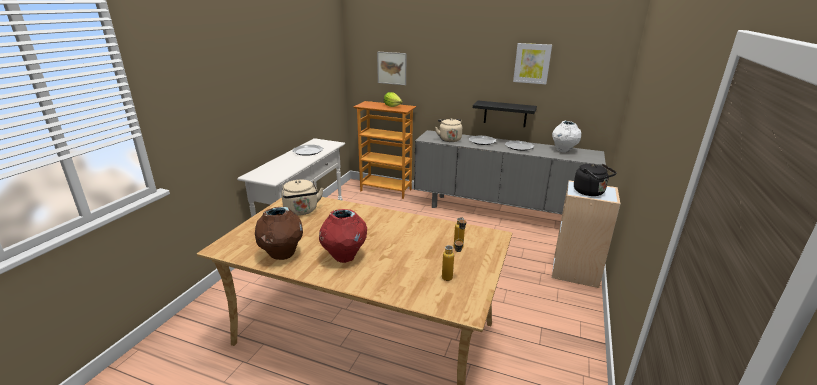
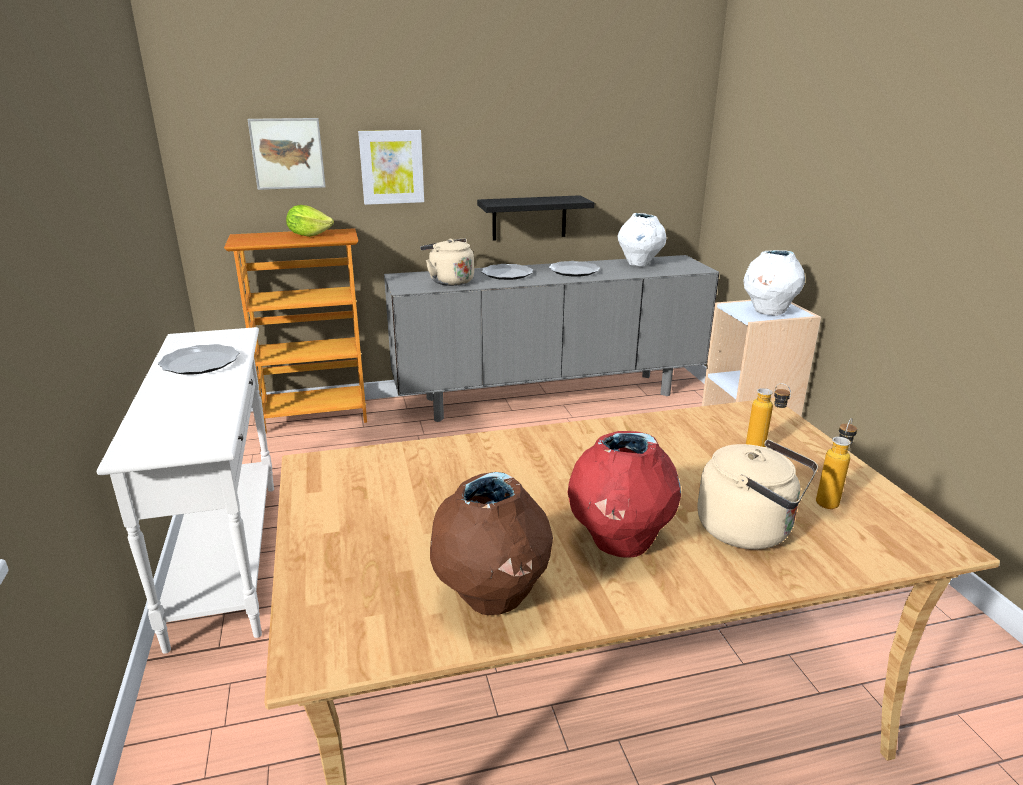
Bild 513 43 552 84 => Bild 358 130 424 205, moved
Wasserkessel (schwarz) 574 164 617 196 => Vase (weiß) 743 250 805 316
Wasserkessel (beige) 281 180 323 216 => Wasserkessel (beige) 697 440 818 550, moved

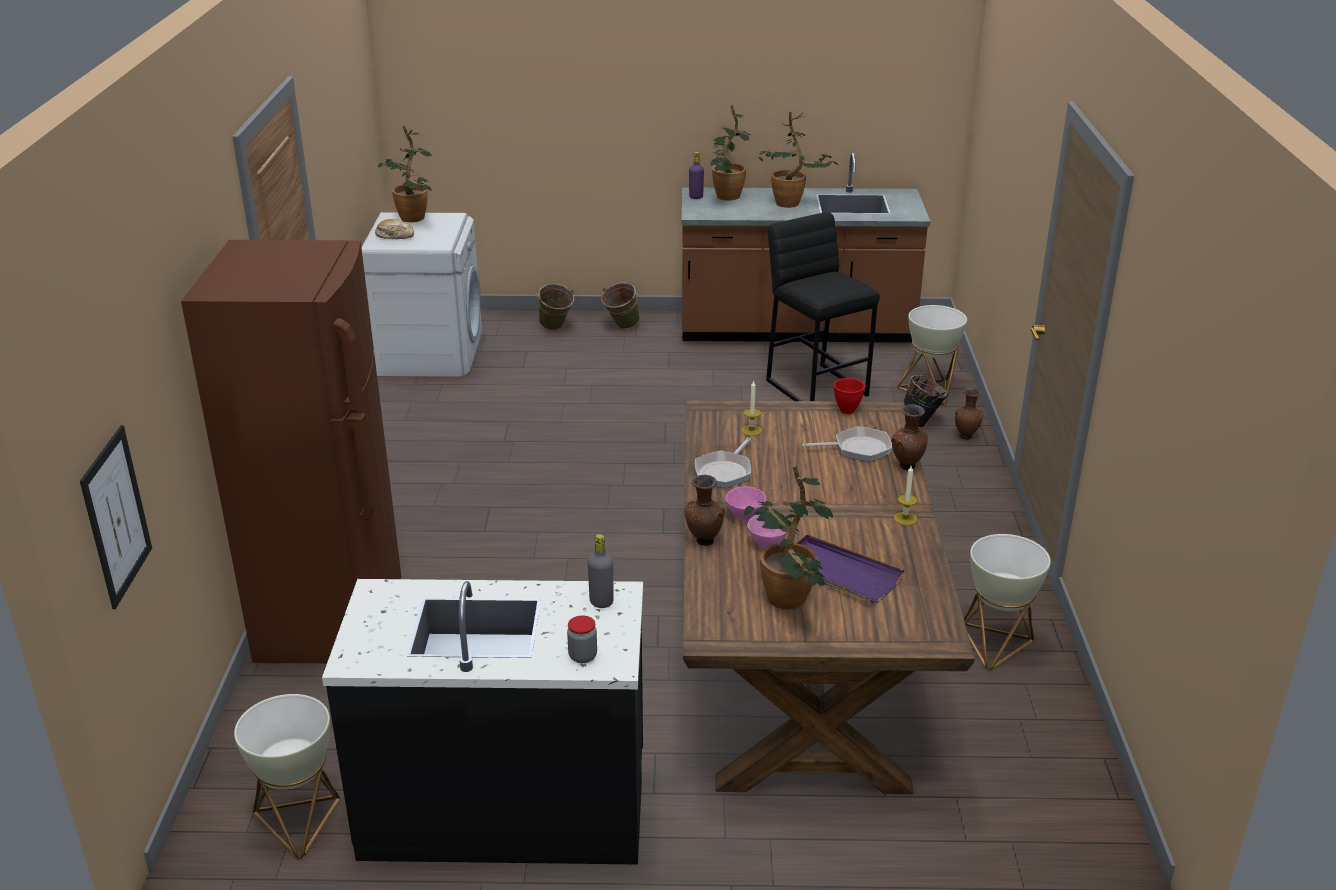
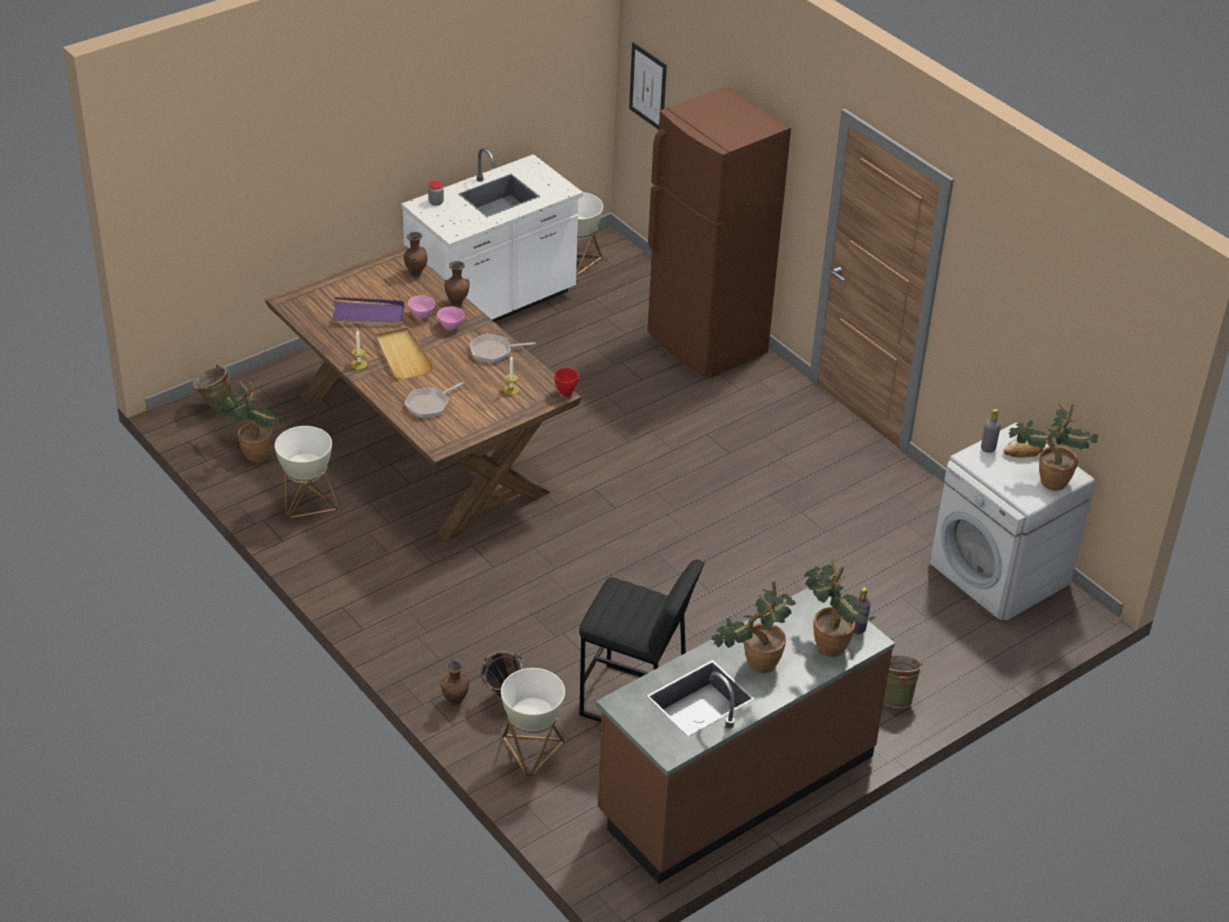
Eimer (grün) 536 284 574 330 => Eimer (grün) 193 364 236 415, moved
Schüssel (rot) 834 378 865 414 => Schüssel (rot) 554 367 579 396, moved
Vase (braun) 891 404 928 470 => Vase (braun) 404 232 428 277, moved
Pfanne 695 438 751 488 => Pfanne 470 333 536 363, 90 degrees counterclockwise
Topfpflanze 744 465 833 610 => Topfpflanze 217 381 287 463, moved
Flasche (grau) 588 534 613 608 => Flasche (grau) 981 409 1001 453, moved
Küchenzeile (schwarz) 322 579 643 865 => Küchenzeile (weiß) 401 148 583 322
nothing => Tablett (beige) 375 327 433 379

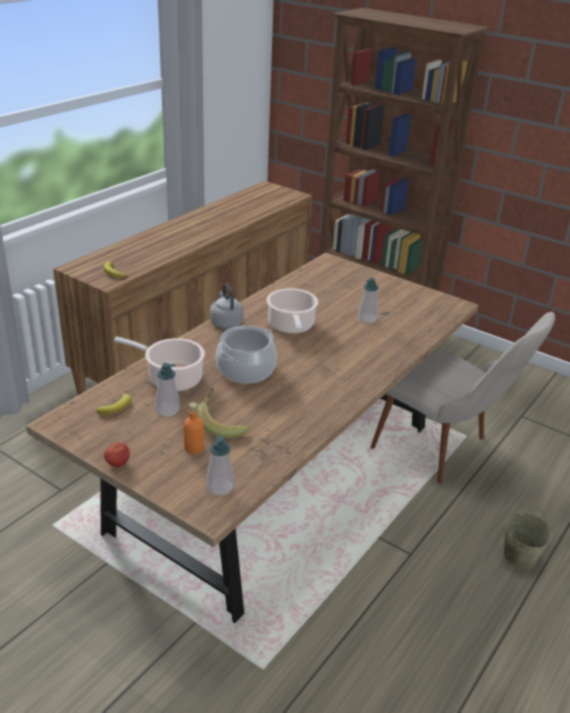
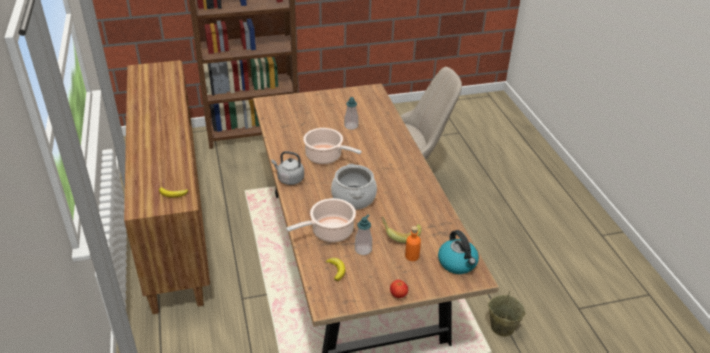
Seifenspender 207 436 234 495 => Wasserkessel 438 230 479 274
Eimer (beige) 504 508 552 569 => Eimer (beige) 488 291 526 337, moved

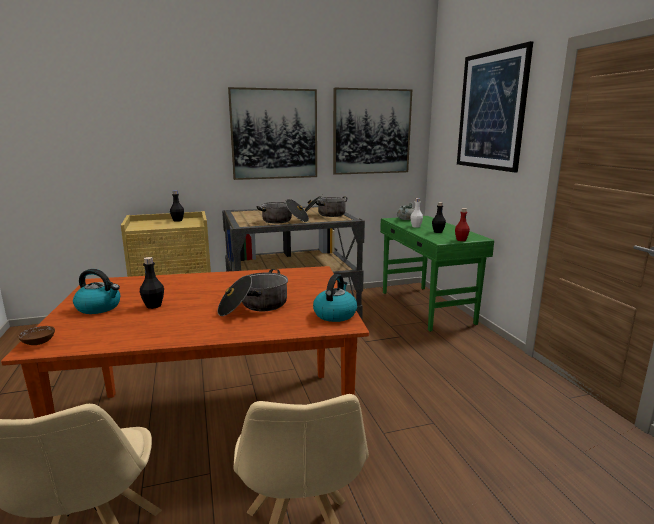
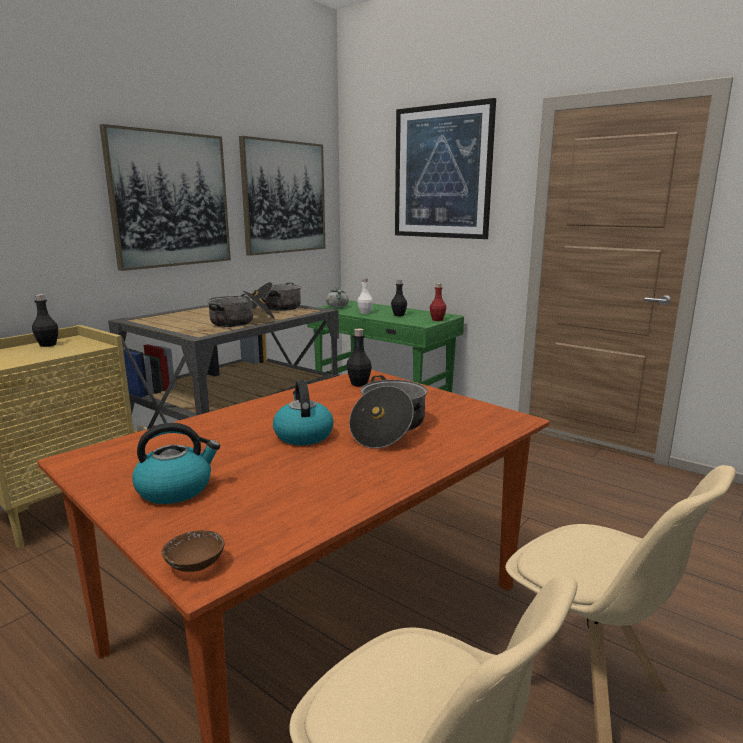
Flasche (schwarz) 140 257 164 309 => Flasche (schwarz) 347 329 372 386, moved
Wasserkessel 313 274 357 322 => Wasserkessel 273 380 334 445, moved

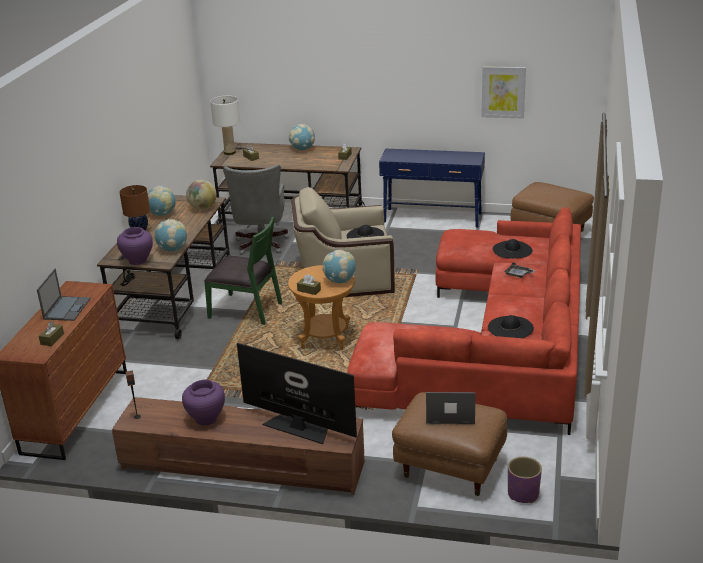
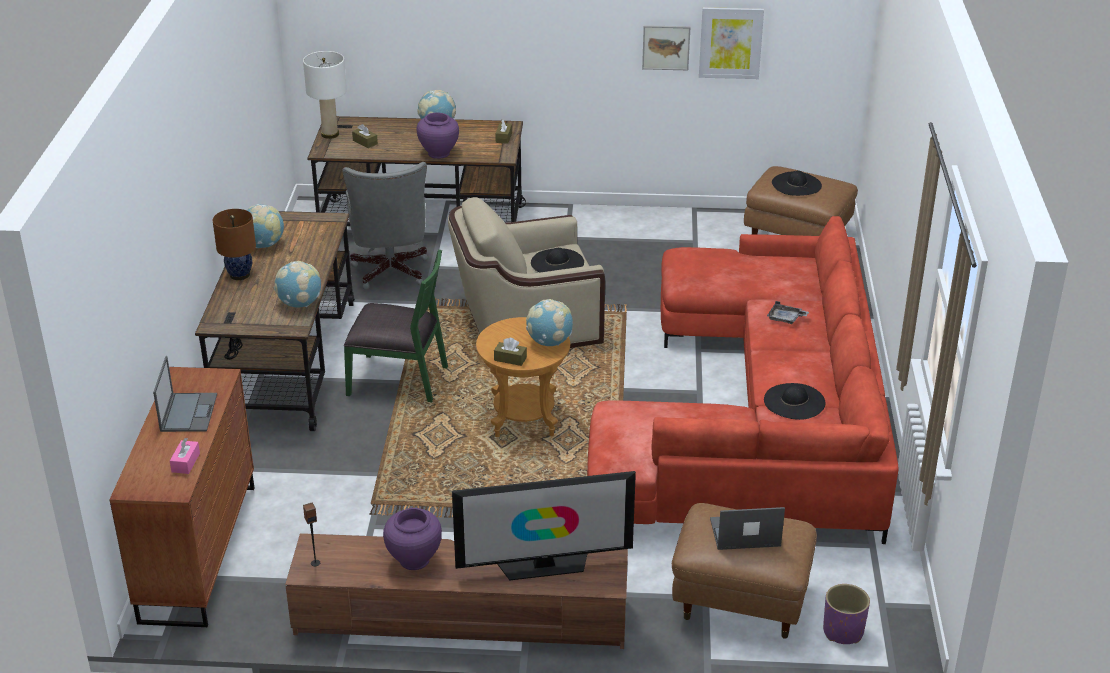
Konsolentisch (blau) 379 149 485 228 => nothing
Globus 186 180 217 210 => nothing
Vase (lila) 117 227 153 265 => Vase (lila) 417 113 459 159, moved
Hut (schwarz) 493 239 532 259 => Hut (schwarz) 772 171 822 196, moved
Taschentuchbox (braun) 39 321 64 346 => Taschentuchbox (rosa) 170 438 200 474
Fernseher 237 343 357 444 => Fernseher 452 471 636 580, 150 degrees clockwise
nothing => Bild 642 25 691 70

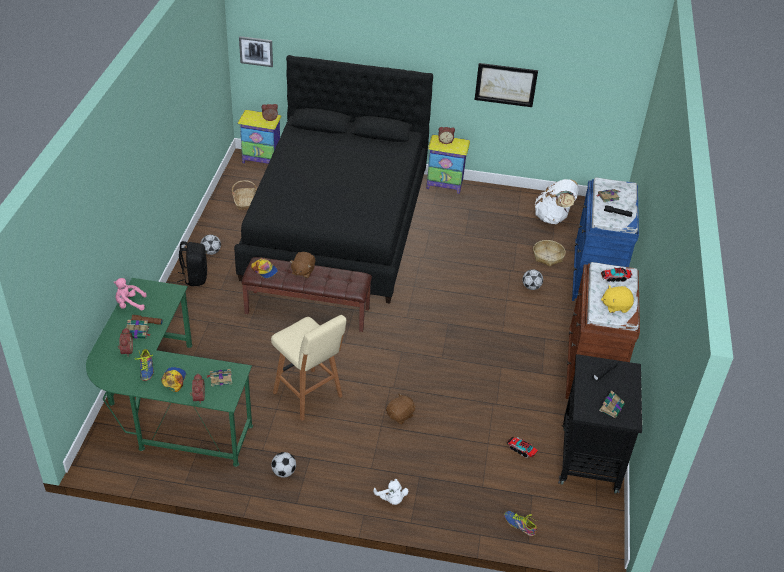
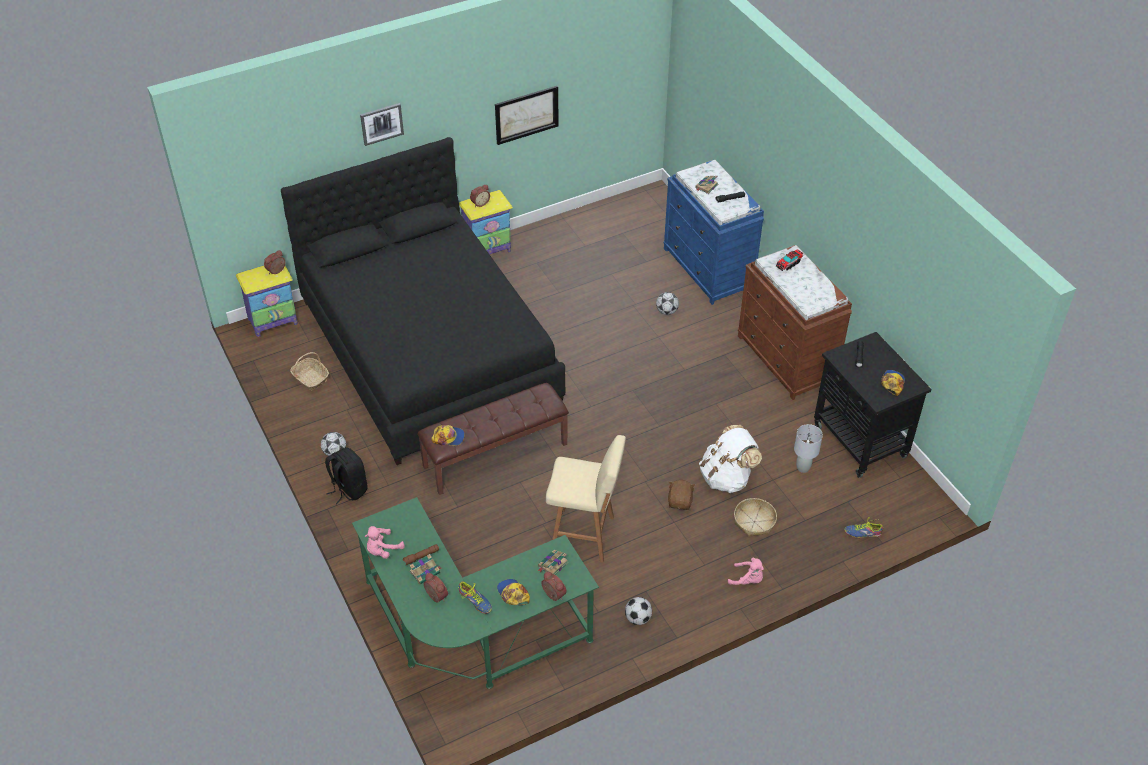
Bild 239 36 273 67 => Bild 360 103 404 146, moved
Rucksack (weiß) 535 179 578 224 => Rucksack (weiß) 699 425 762 493, moved
Korb 533 240 566 266 => Korb 734 498 777 537, moved
Plüschtier (braun) 290 252 315 278 => nothing
Plüschtier (gelb) 601 285 634 313 => nothing
Buch 599 390 625 418 => Kappe 881 370 905 396
Spielzeuglaster 507 437 538 458 => Tischlampe (grau) 794 424 823 473
Plüschtier (weiß) 373 479 408 505 => Plüschtier (rosa) 728 558 764 585

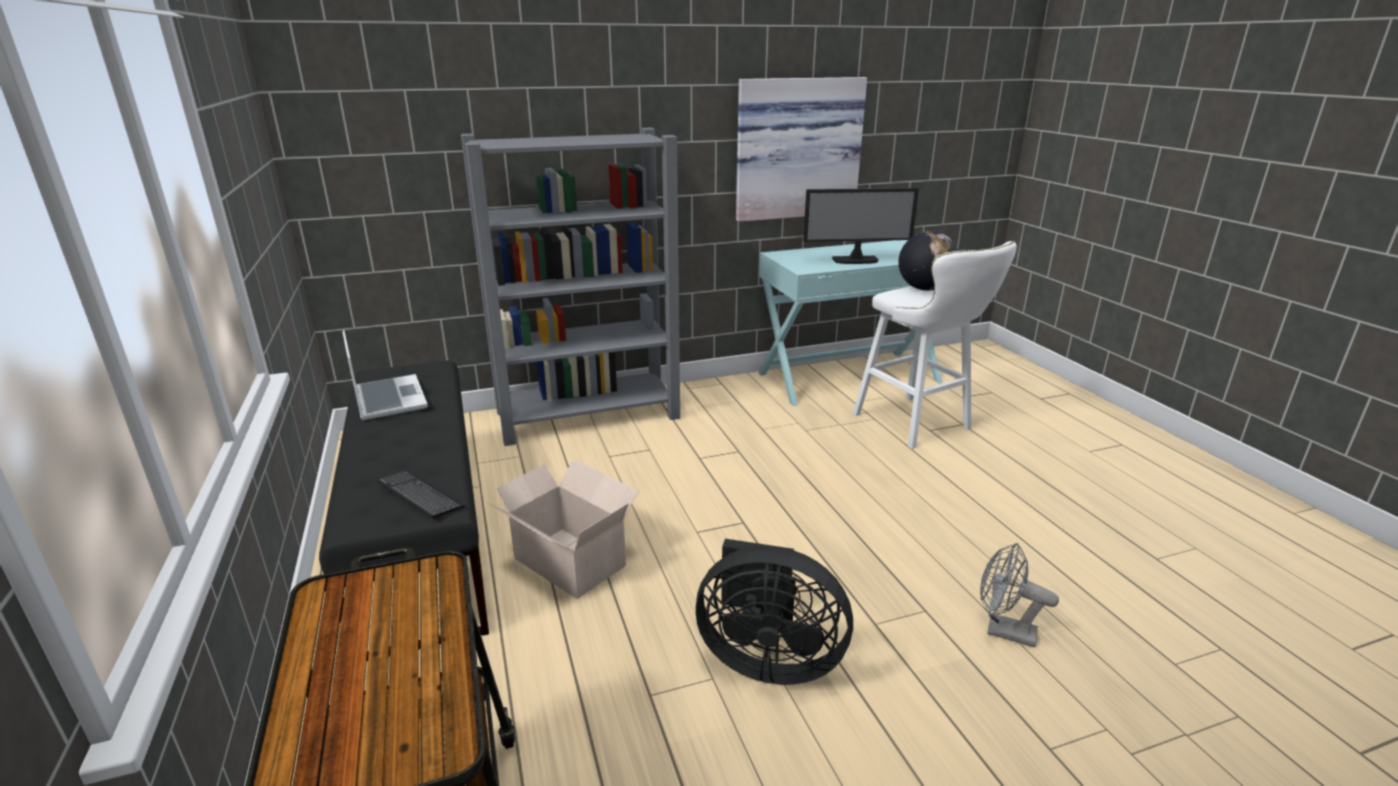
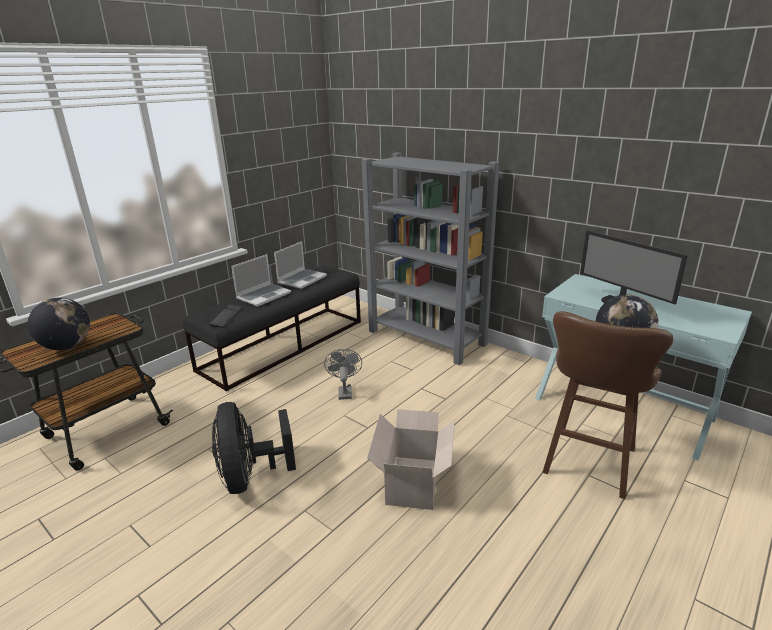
Bild 736 77 867 222 => nothing
Hocker (weiß) 853 241 1017 449 => Hocker (braun) 542 311 673 499
Karton 487 459 638 599 => Karton 367 409 455 510, moved
Ventilator (grau) 980 543 1059 648 => Ventilator (grau) 324 349 362 400, moved
nothing => Laptop 231 254 291 307
nothing => Globus 28 298 90 350

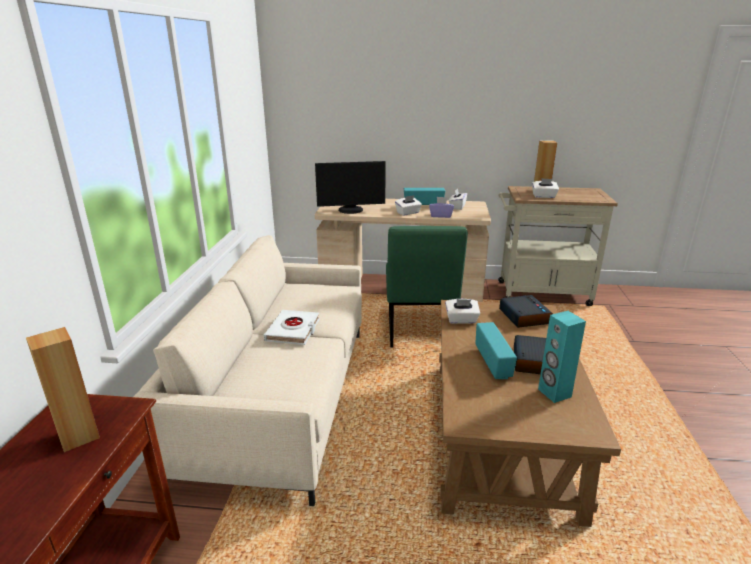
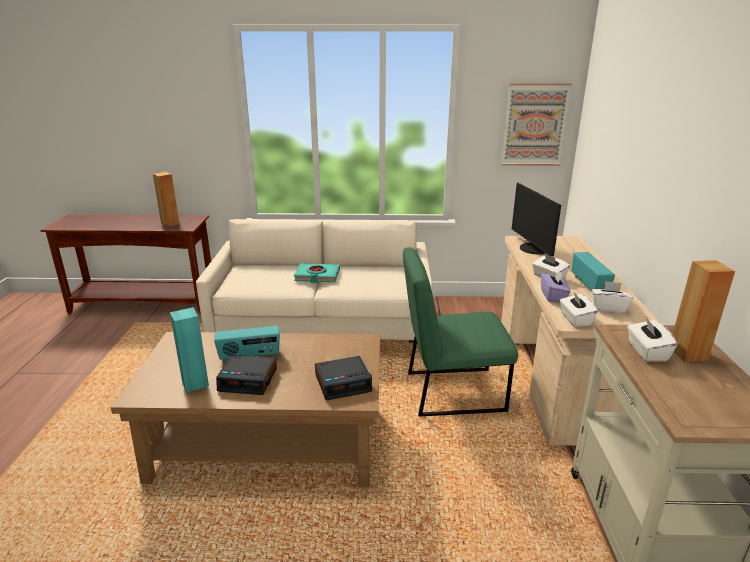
Taschentuchbox (weiß) 445 299 480 324 => Taschentuchbox (weiß) 560 292 598 327, moved
Buch (weiß) 264 310 320 345 => Buch (türkis) 294 263 340 283
nothing => Bild 501 83 572 166

